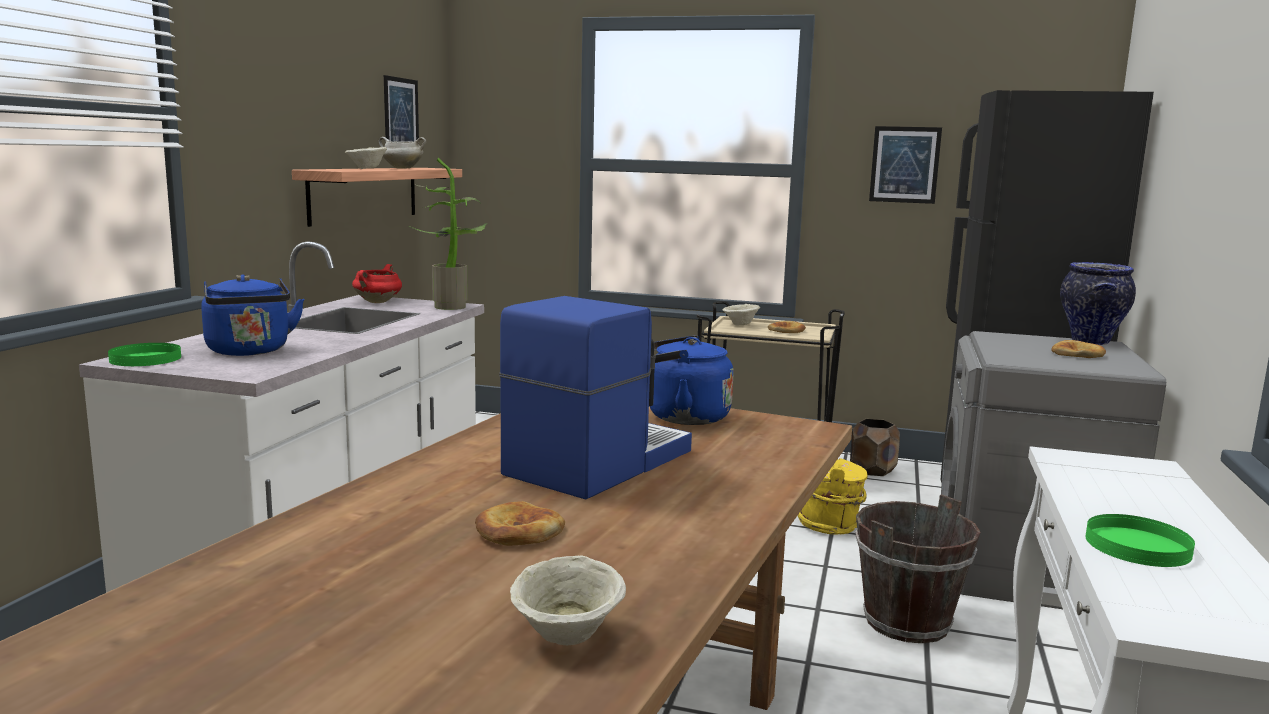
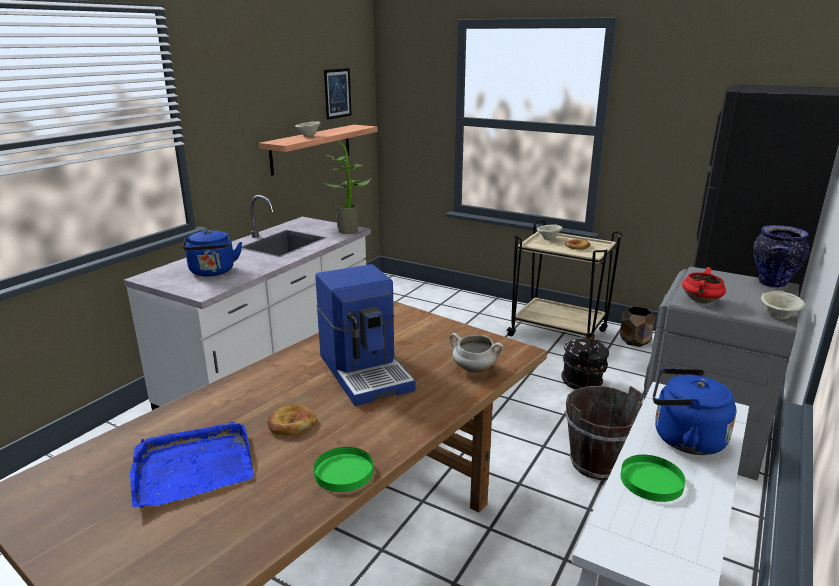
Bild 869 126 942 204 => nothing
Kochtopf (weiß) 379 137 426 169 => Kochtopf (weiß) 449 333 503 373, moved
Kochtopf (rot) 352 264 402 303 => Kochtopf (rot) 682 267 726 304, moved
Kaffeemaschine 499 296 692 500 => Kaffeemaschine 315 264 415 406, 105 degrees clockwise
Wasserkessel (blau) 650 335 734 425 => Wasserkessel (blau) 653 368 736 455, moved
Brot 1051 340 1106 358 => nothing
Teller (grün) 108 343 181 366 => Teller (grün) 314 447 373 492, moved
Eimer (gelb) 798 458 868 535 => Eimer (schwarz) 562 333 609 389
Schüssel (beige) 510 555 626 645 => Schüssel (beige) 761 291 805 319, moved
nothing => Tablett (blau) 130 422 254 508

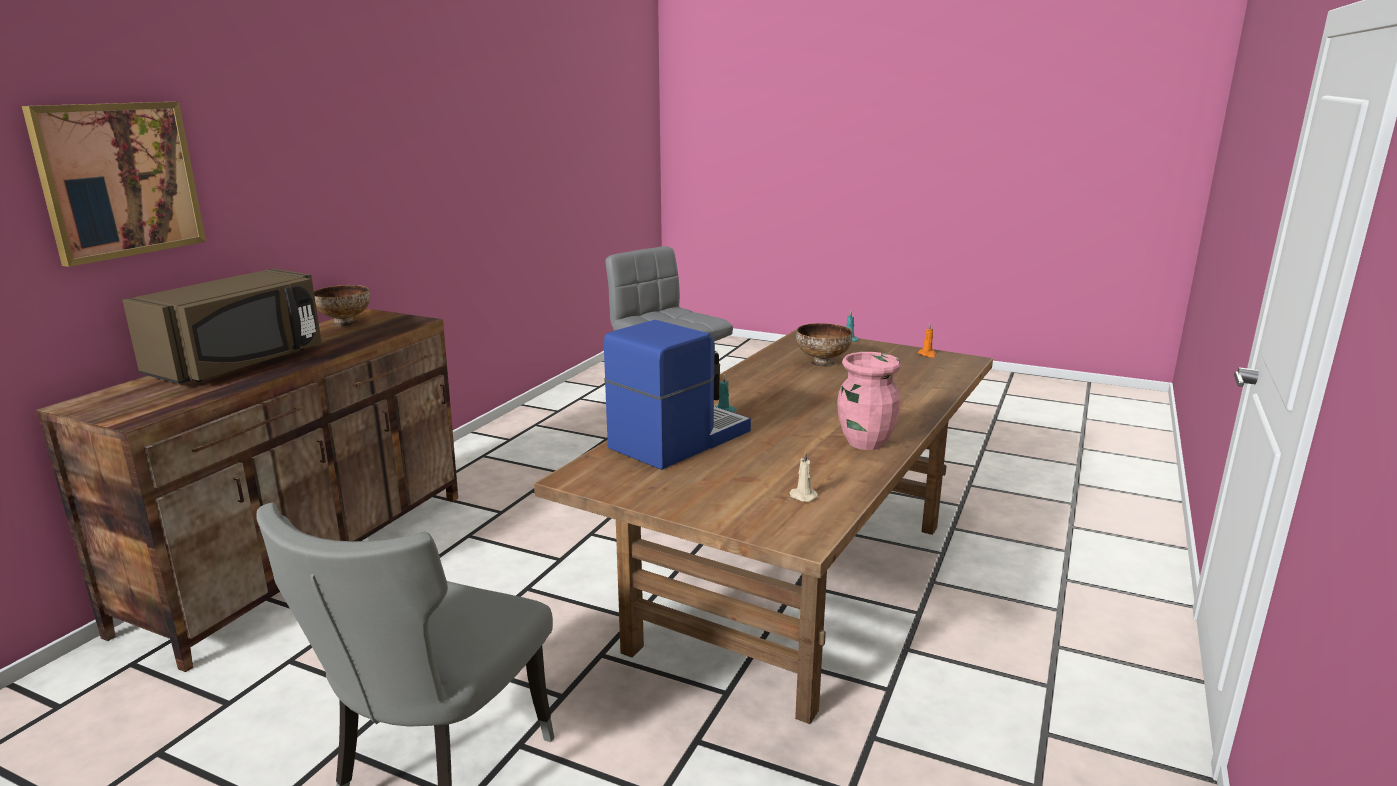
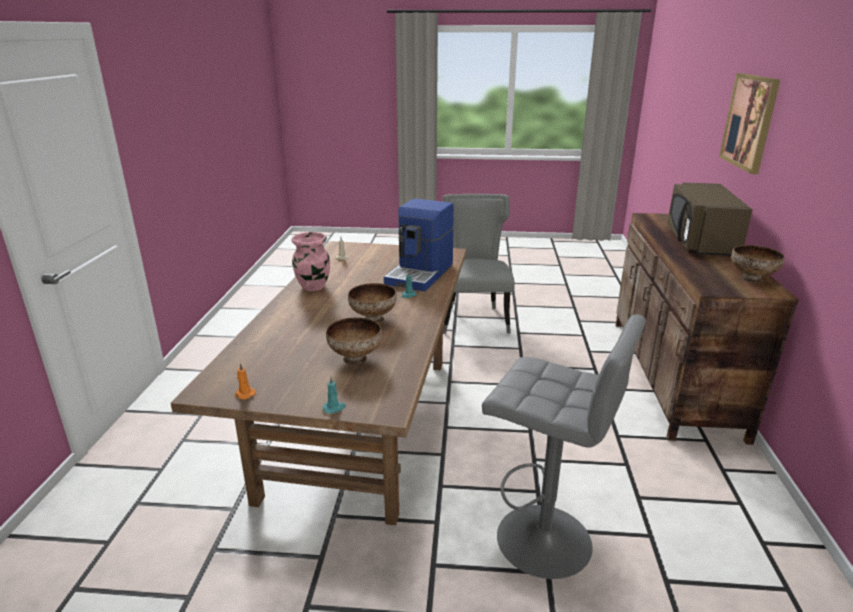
nothing => Schüssel 348 283 397 323

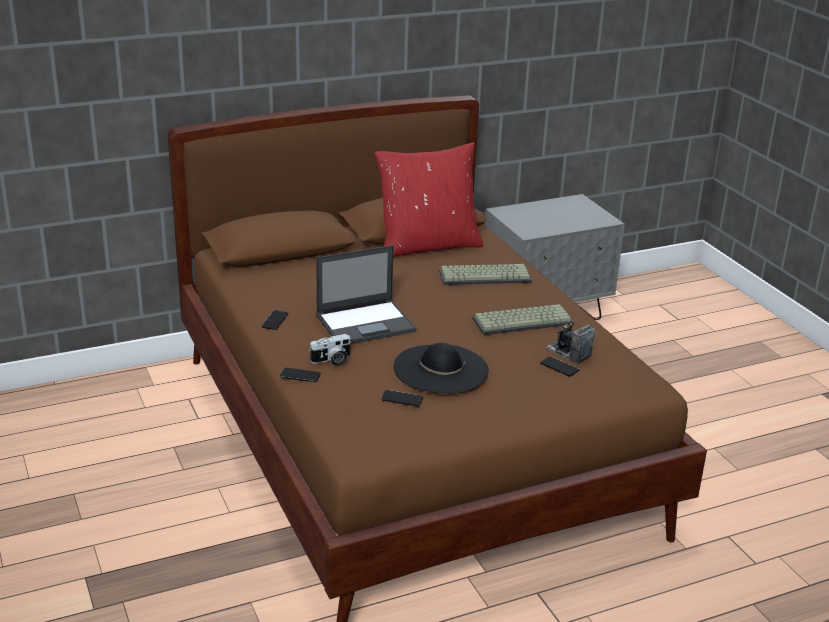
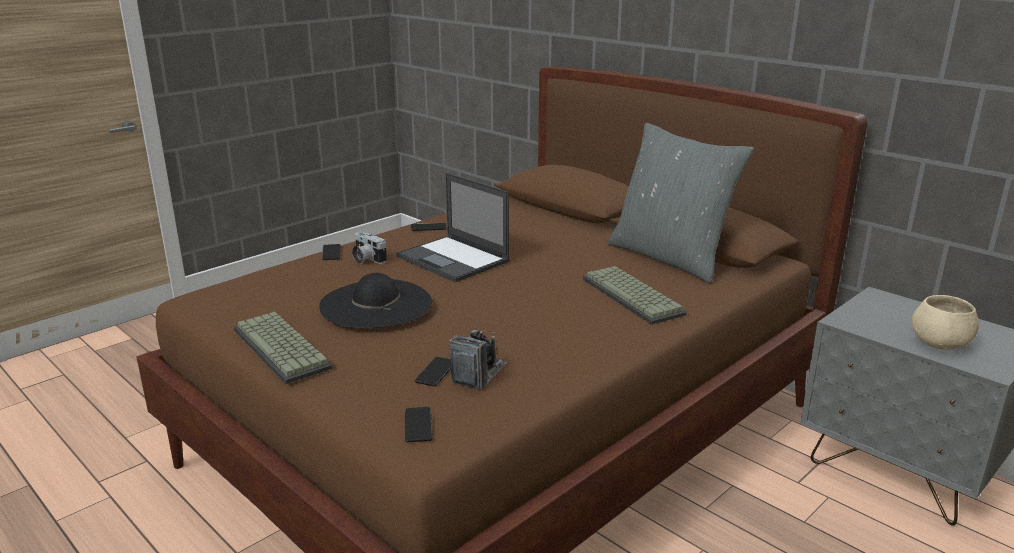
Kissen (rot) 374 143 483 257 => Kissen (grau) 608 123 754 283
Tastatur 473 304 574 335 => Tastatur 234 312 333 384, moved
Handy 381 390 423 406 => Handy 405 407 433 442, moved
nothing => Schüssel (beige) 912 295 979 350

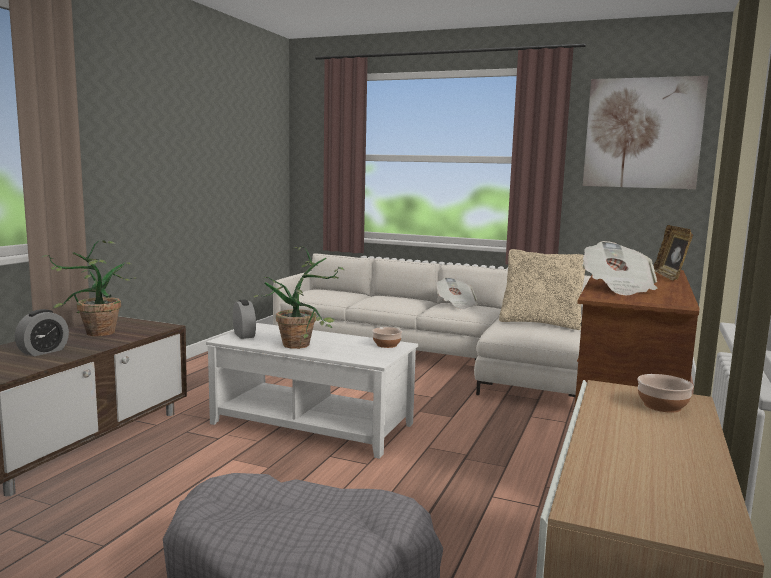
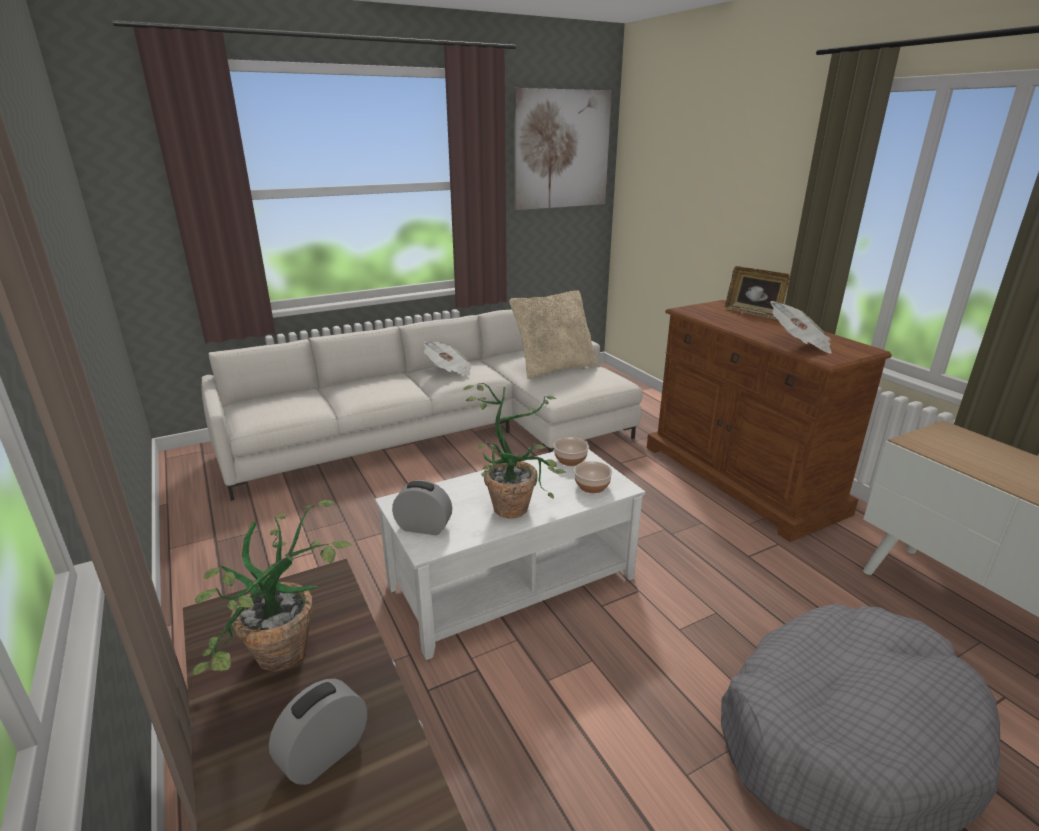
Wecker 15 309 69 356 => Wecker 269 679 367 785, 120 degrees counterclockwise
Schüssel 637 374 694 413 => Schüssel 574 461 612 493, moved

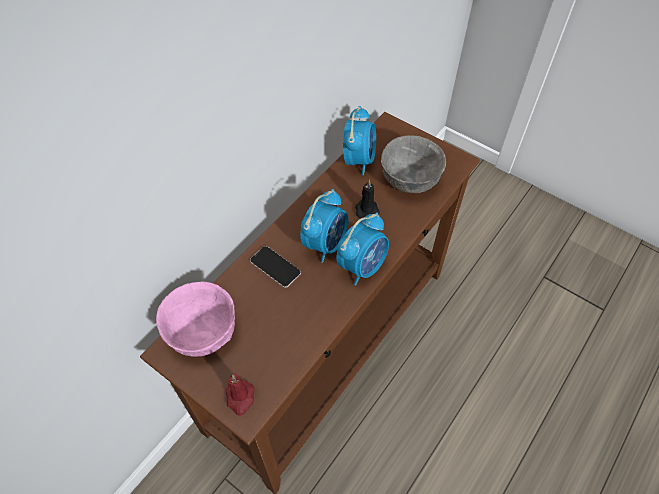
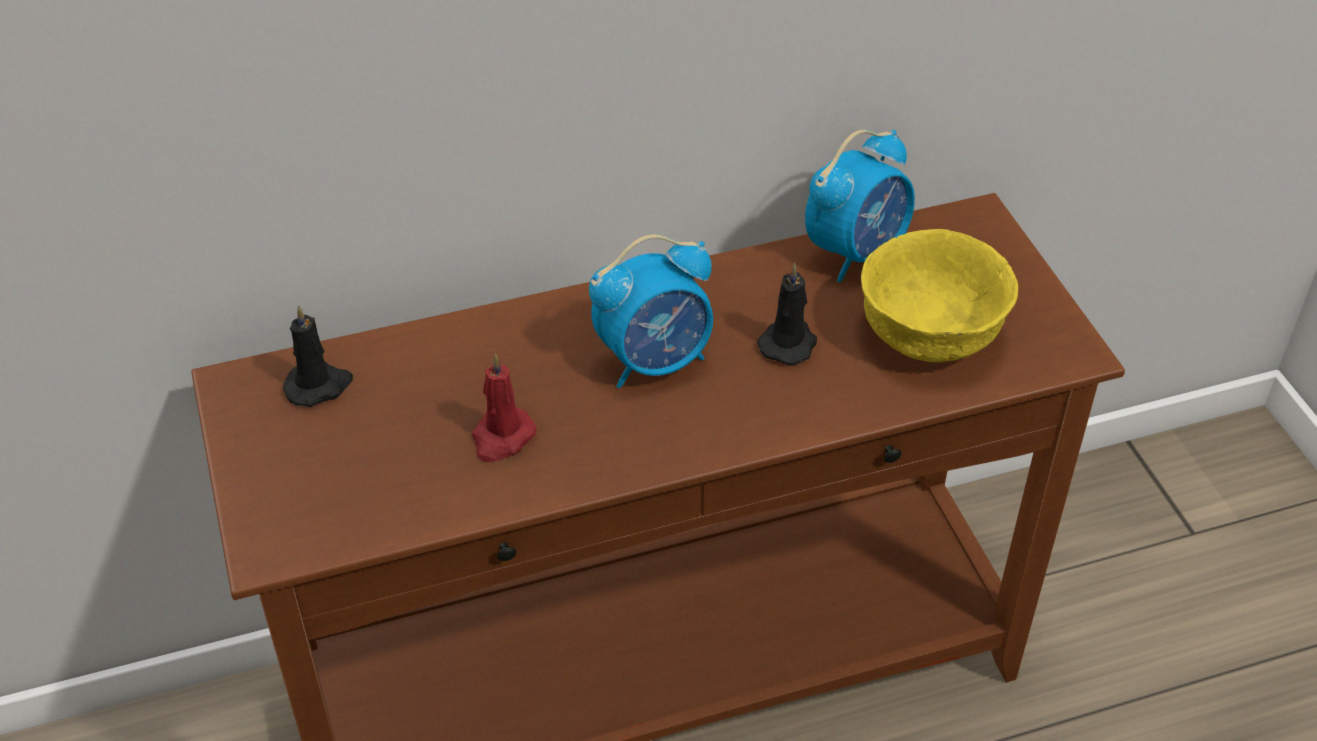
Schüssel (grau) 381 135 446 193 => Schüssel (gelb) 861 229 1018 362
Wecker 336 213 389 285 => nothing
Handy 250 246 301 288 => nothing
Schüssel (rosa) 156 281 235 356 => Kerze (schwarz) 283 305 353 407
Kerze (rot) 225 374 255 416 => Kerze (rot) 472 354 536 462, moved

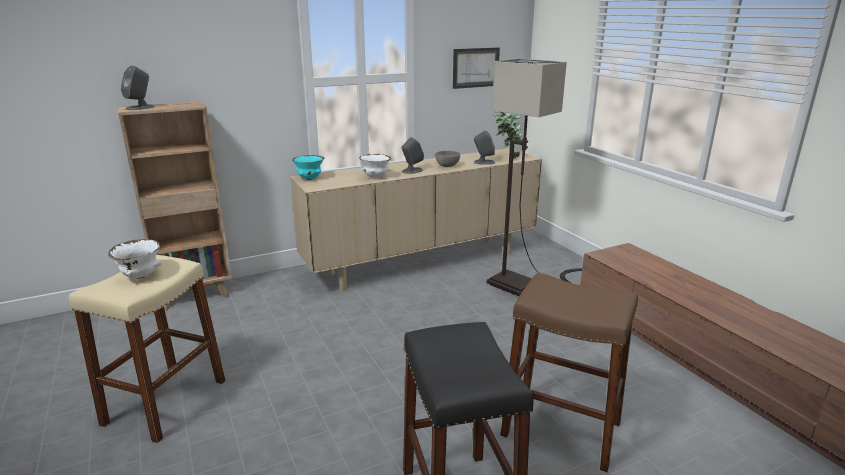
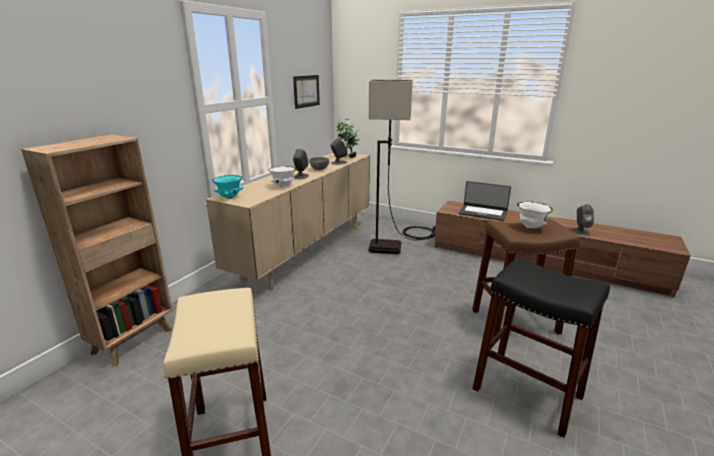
Lautsprecher (grau) 121 65 154 110 => Lautsprecher (grau) 572 204 594 236, moved
Schüssel (weiß) 109 239 162 279 => Schüssel (weiß) 517 201 553 228, moved
nothing => Laptop 458 181 511 221

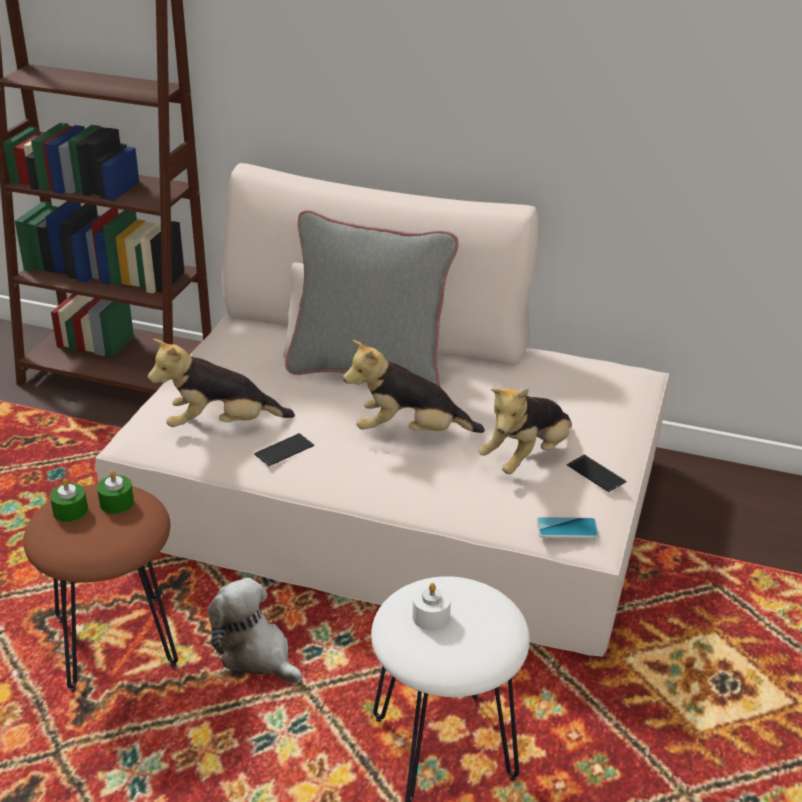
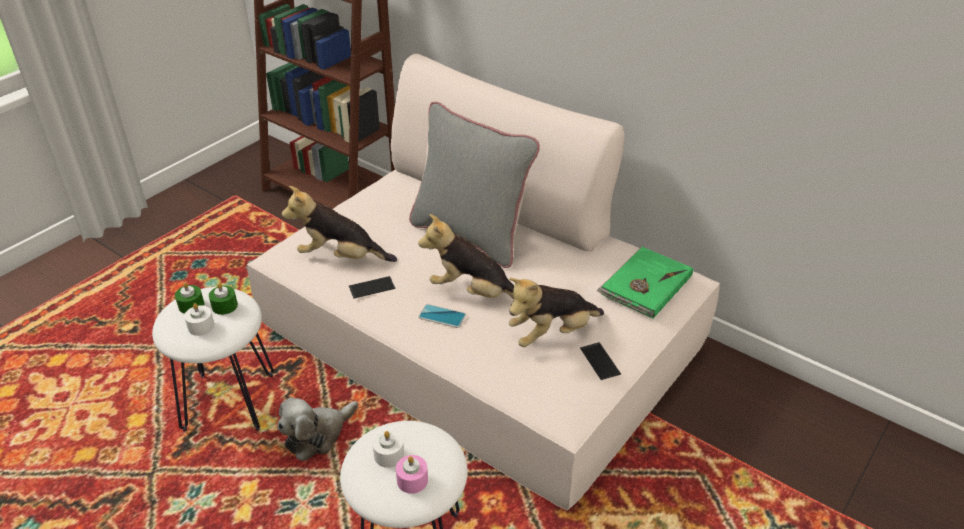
Hocker (braun) 23 484 178 691 => Hocker (weiß) 152 287 274 431
Handy 536 517 599 538 => Handy 418 304 466 328, moved
Plüschtier 208 578 302 684 => Plüschtier 277 397 358 461, 105 degrees counterclockwise
nothing => Buch (grün) 596 247 693 319
nothing => Kerze (weiß) 184 303 215 336
nothing => Kerze (rosa) 396 455 428 494

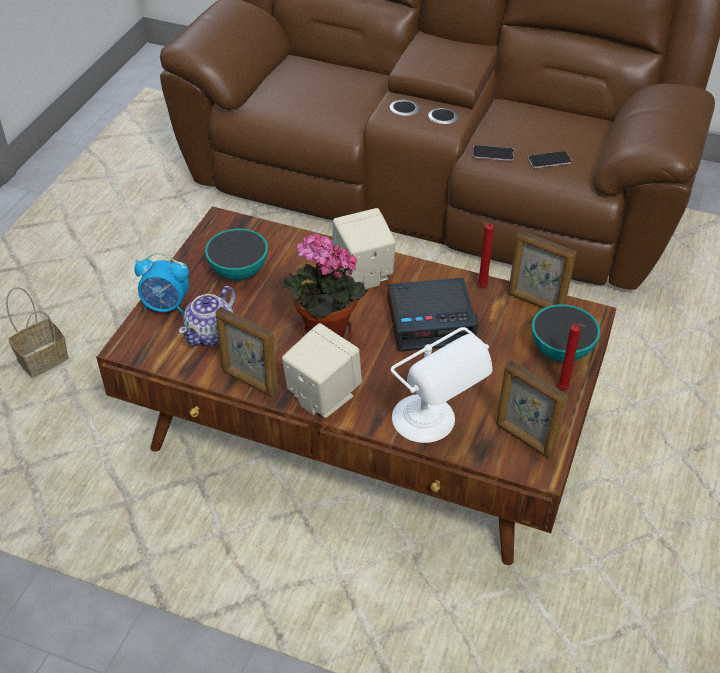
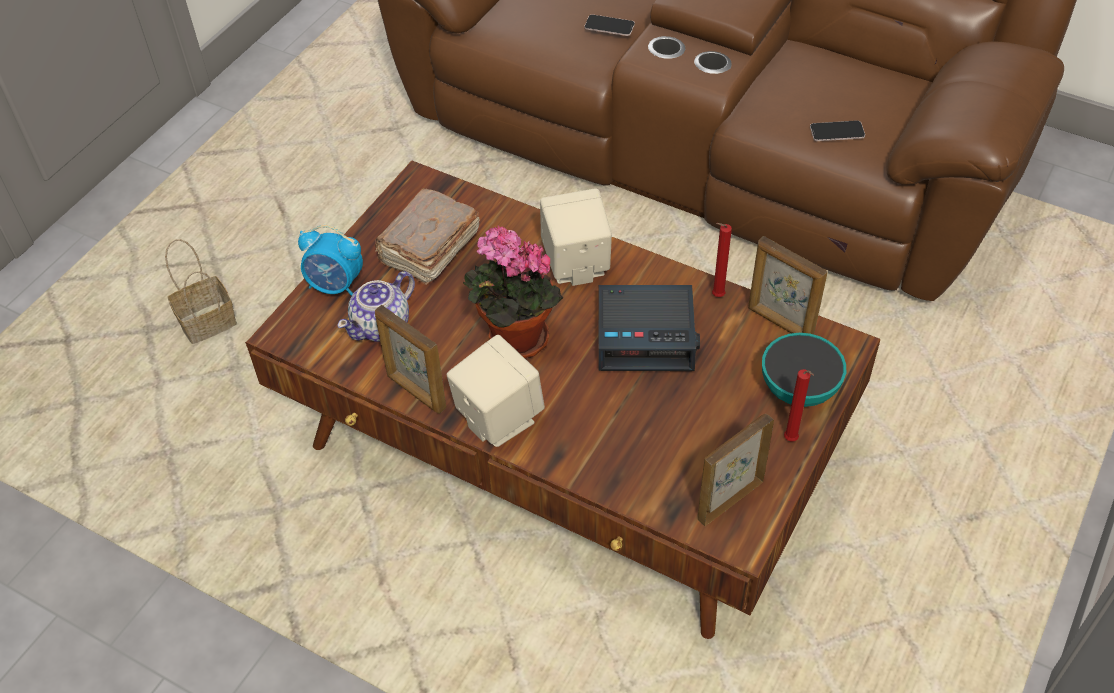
Handy 473 145 514 161 => Handy 584 14 635 36, moved
Schüssel 205 229 268 280 => Buch (braun) 375 188 480 285
Tischlampe (weiß) 391 327 493 443 => nothing
Bilderrahmen 496 360 568 458 => Bilderrahmen 698 414 774 526, 90 degrees clockwise

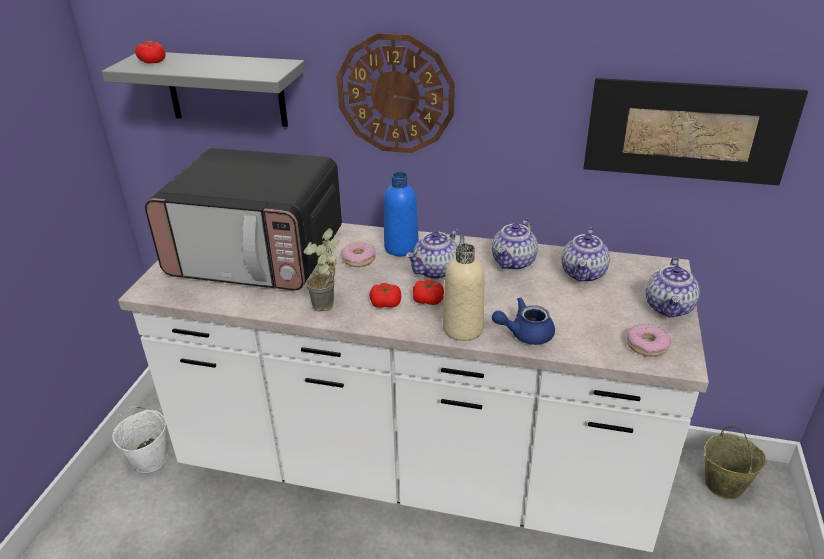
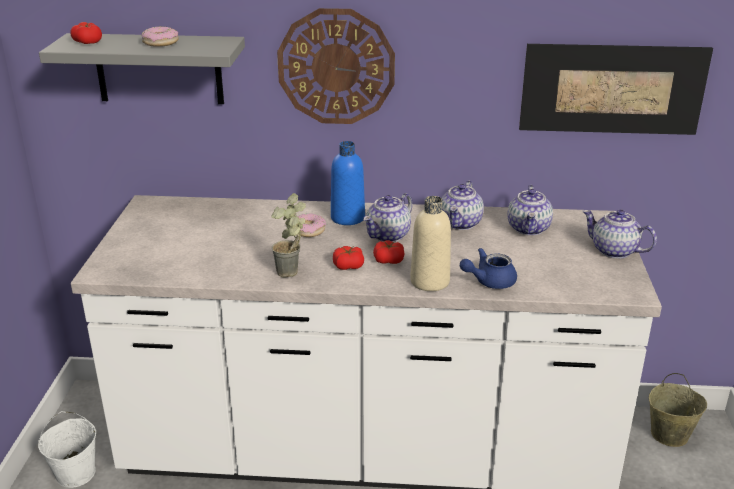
Mikrowelle 145 148 342 291 => nothing
Teekanne 646 257 700 318 => Teekanne 583 209 657 259, 120 degrees clockwise
Donut 627 324 671 357 => Donut 141 26 179 47, moved

